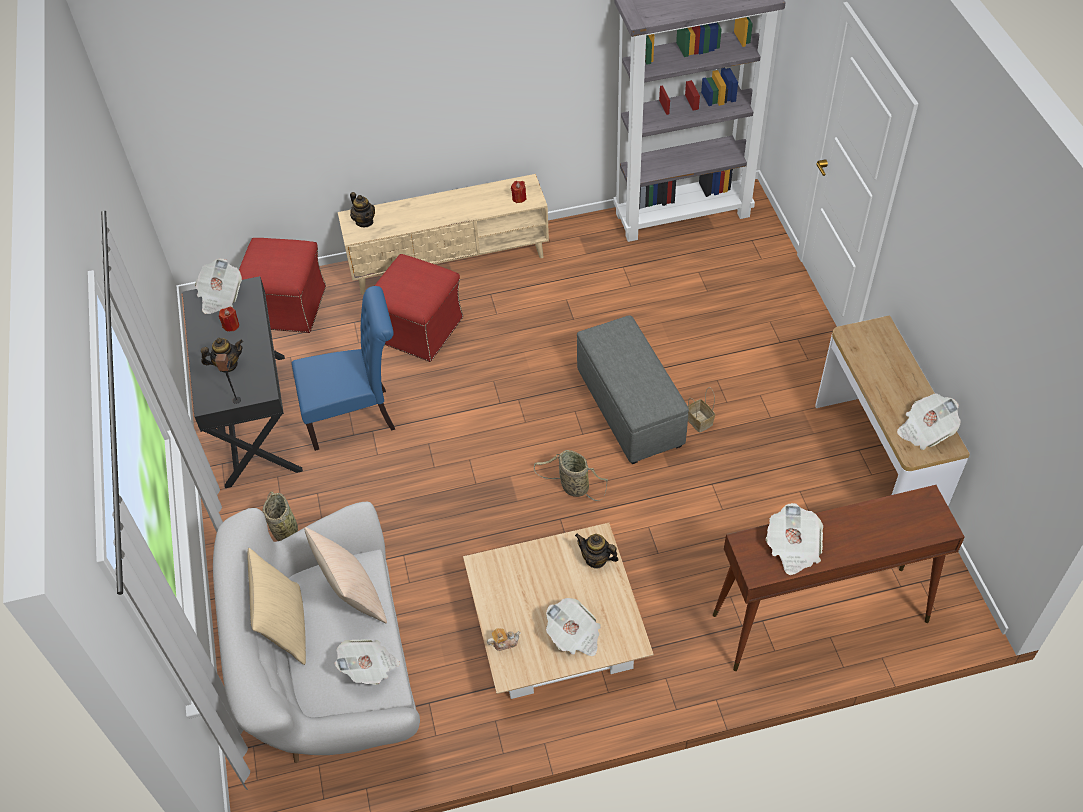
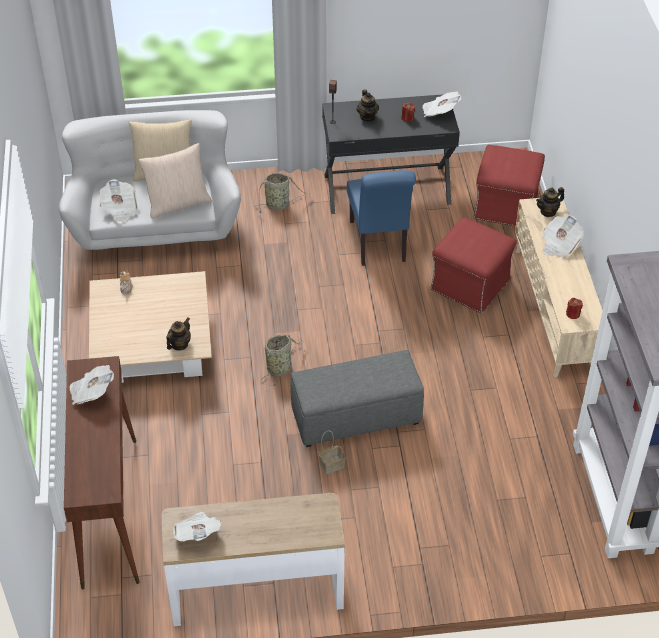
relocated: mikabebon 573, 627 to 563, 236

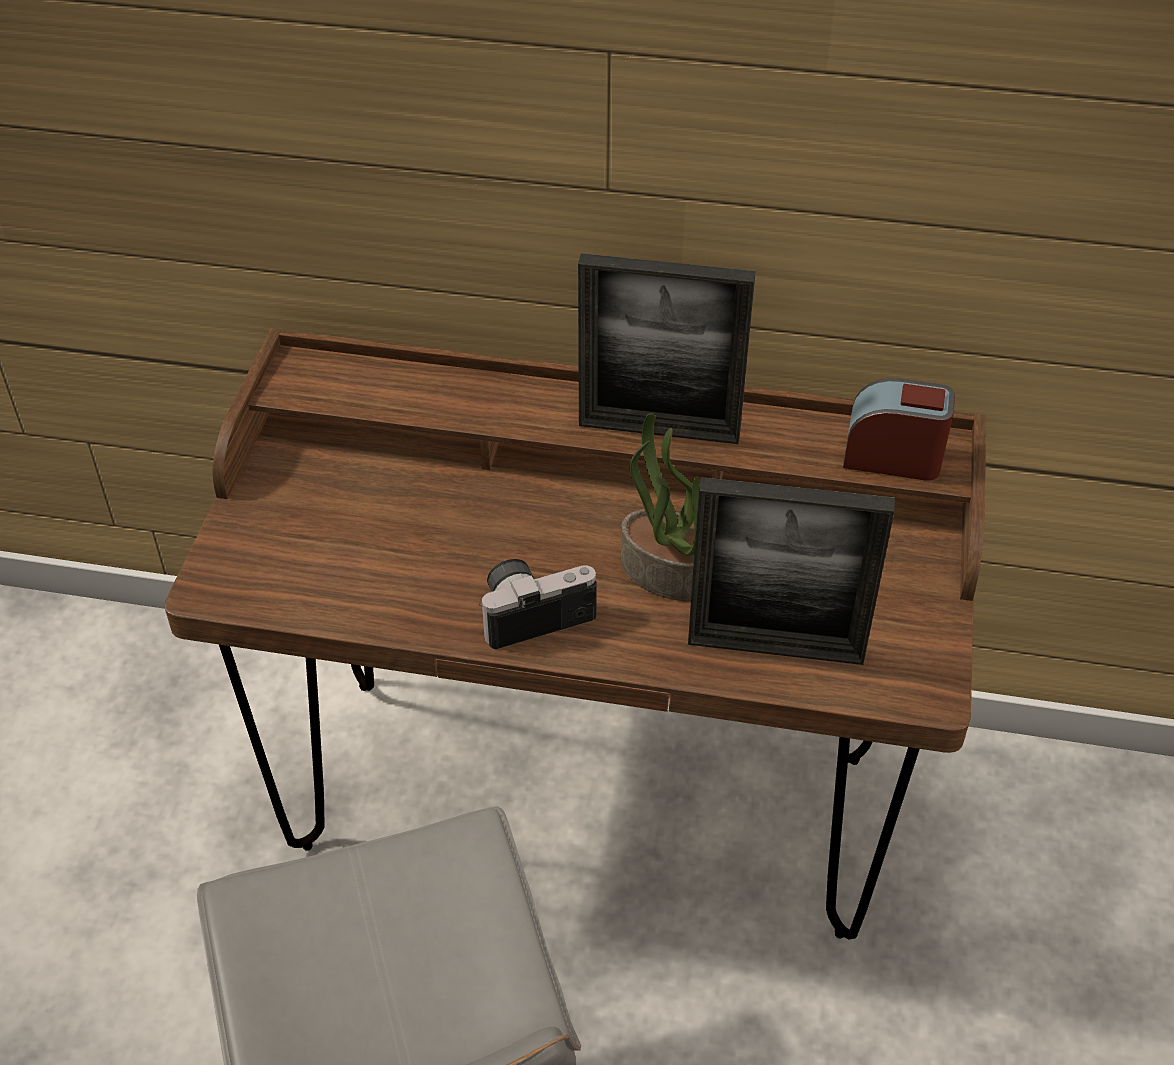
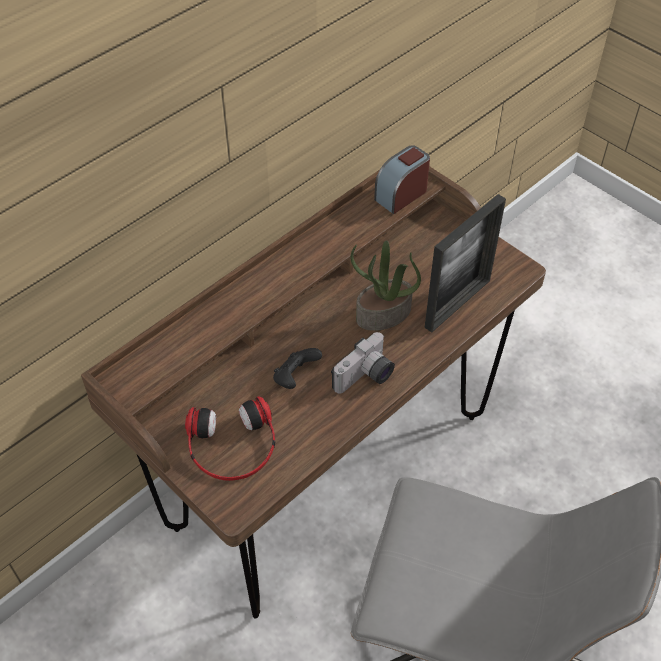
missing: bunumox 667, 348
appeared: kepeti 230, 438; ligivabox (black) 297, 368
spun: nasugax 538, 604 = 363, 363 150 degrees counterclockwise

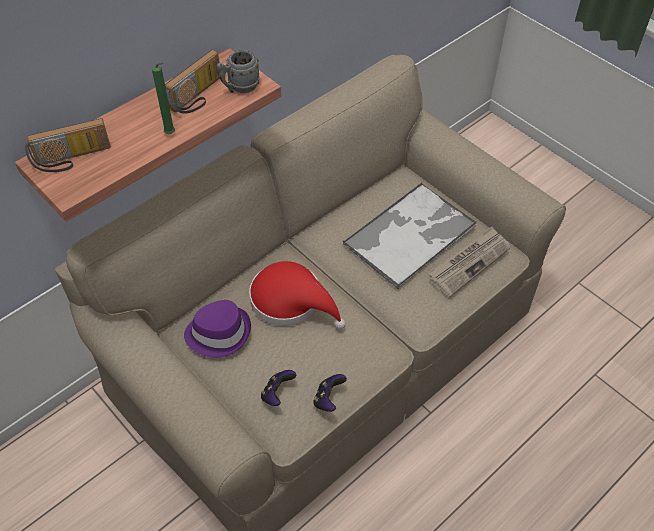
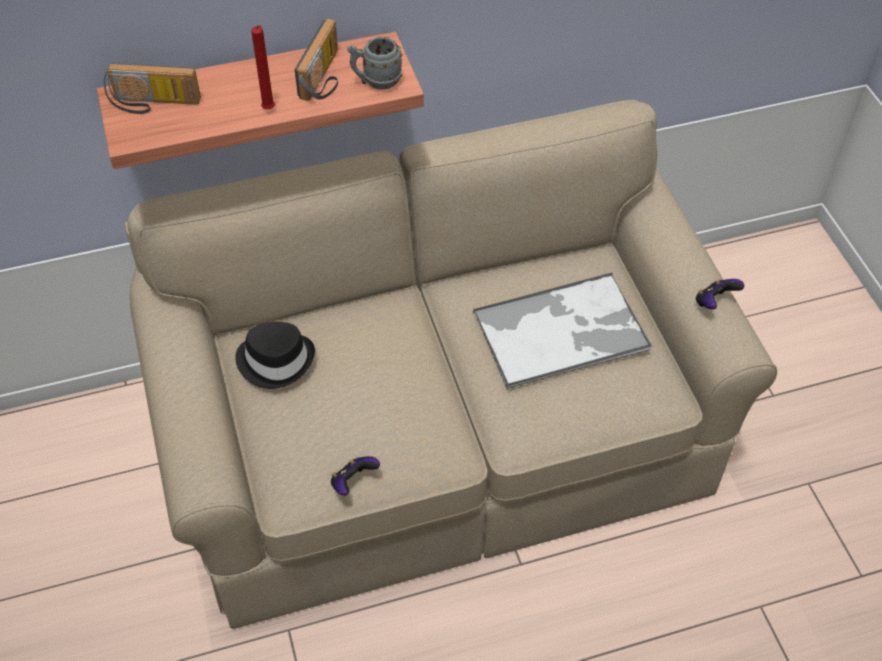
missing: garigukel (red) 297, 295; mikabebon 469, 261
relocated: ligivabox 278, 388 to 720, 294
colour: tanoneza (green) 163, 98 to tanoneza (red) 263, 67; garigukel (purple) 217, 329 to garigukel (black) 275, 355
spun: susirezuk 192, 82 = 316, 59 45 degrees counterclockwise

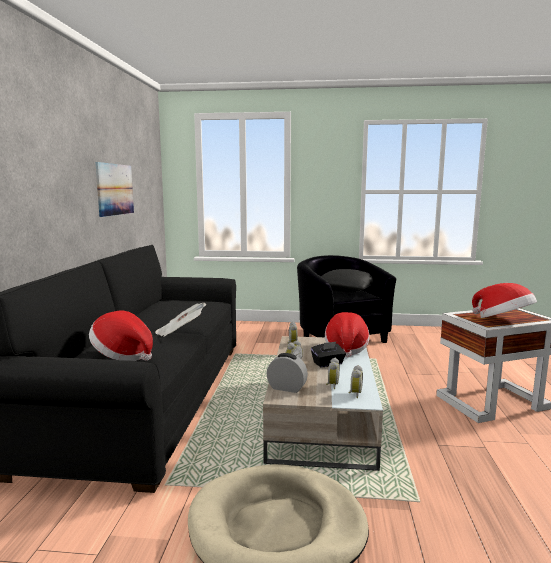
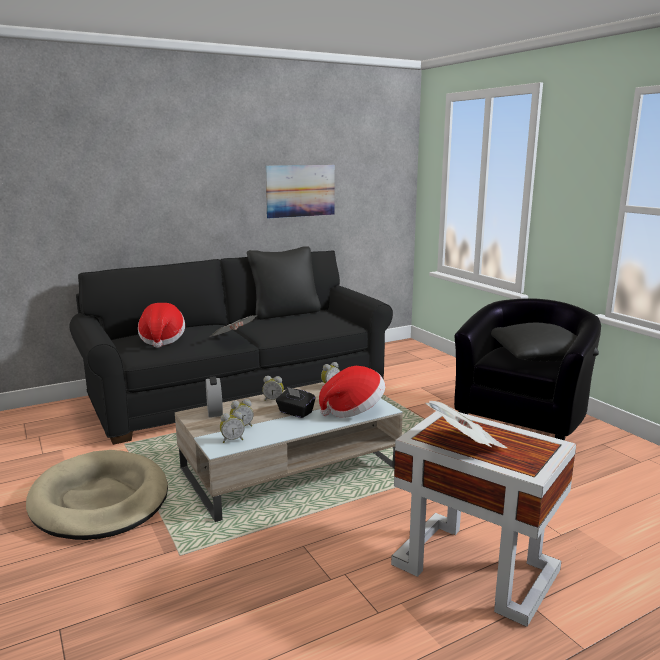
appeared: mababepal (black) 284, 283
exchanged: garigukel 504, 300 to mikabebon 466, 424

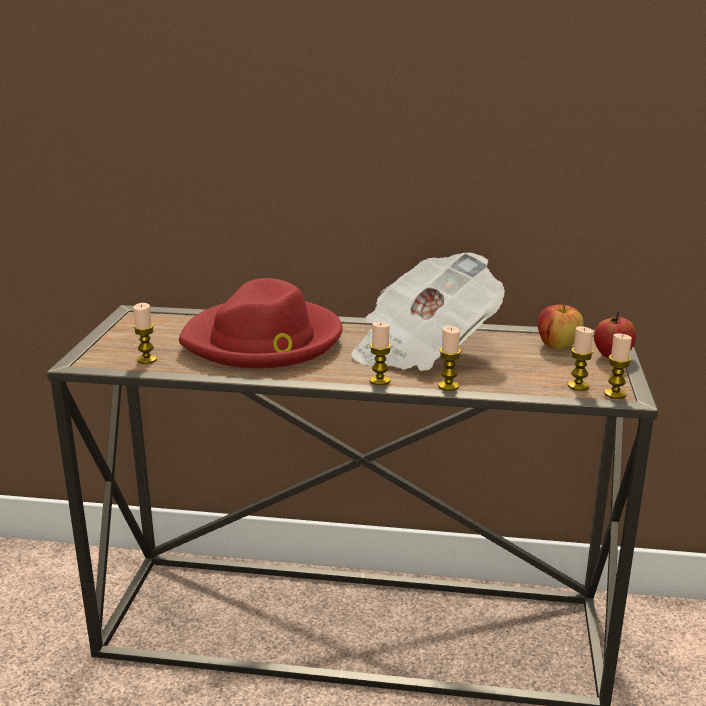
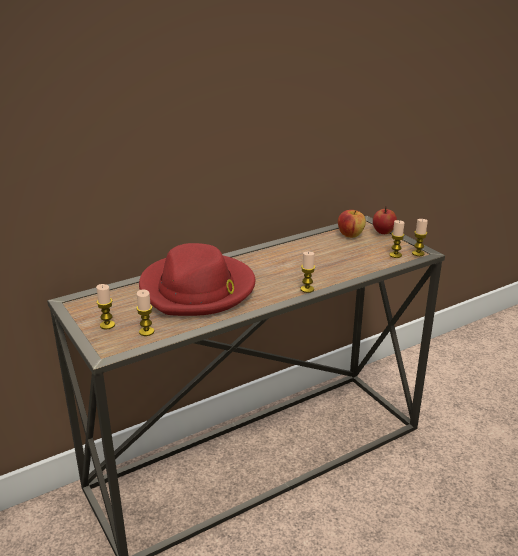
missing: mikabebon 428, 312
relocated: tanoneza 449, 358 to 105, 307

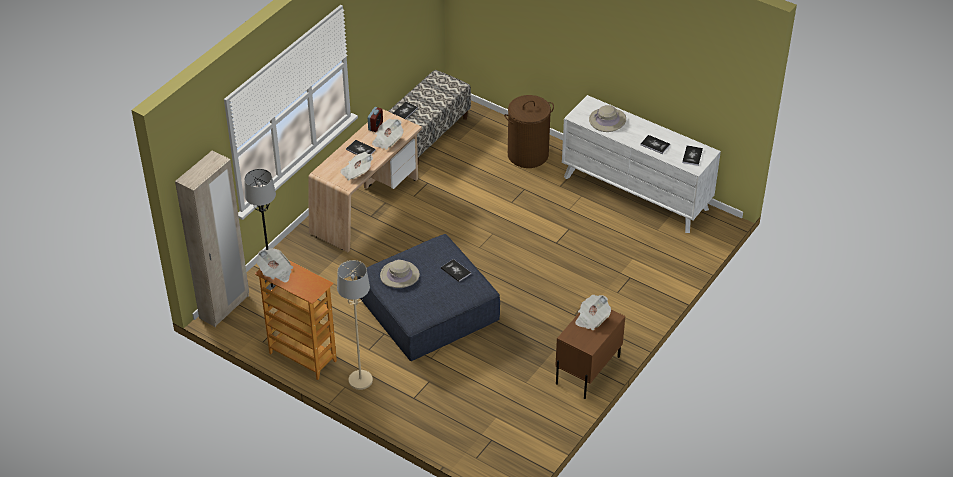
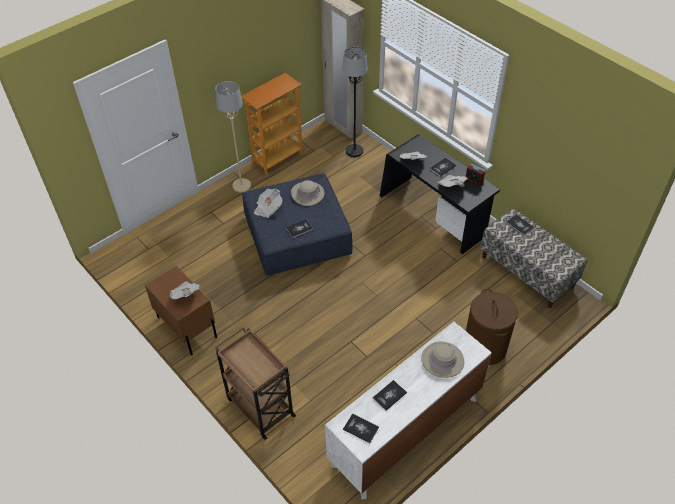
appeared: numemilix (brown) 255, 383
relocated: mikabebon 275, 265 to 268, 203
colour: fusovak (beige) 365, 180 to fusovak (black) 440, 194

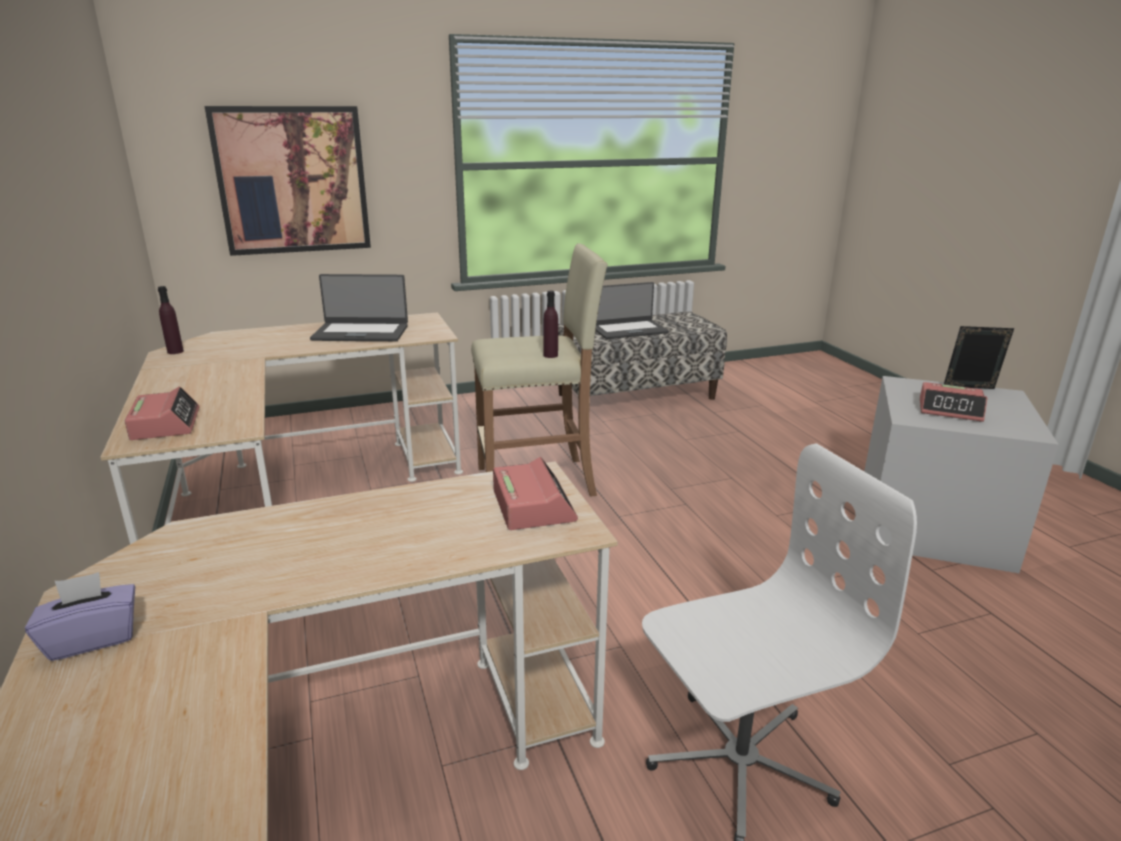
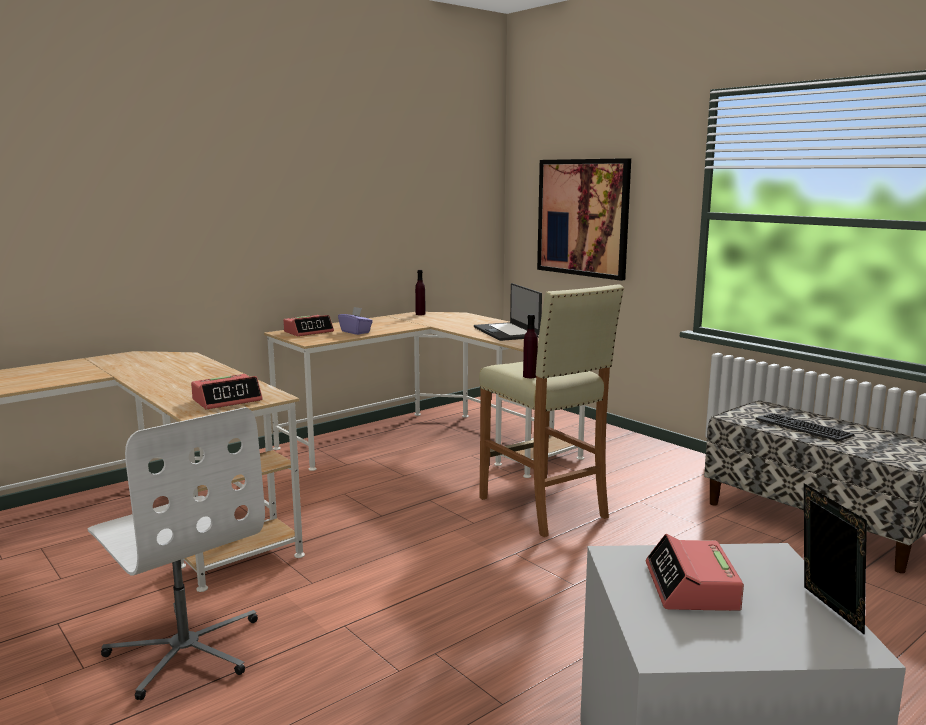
relocated: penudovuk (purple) 80, 616 to 355, 321
exchanged: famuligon 632, 310 to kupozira 804, 427

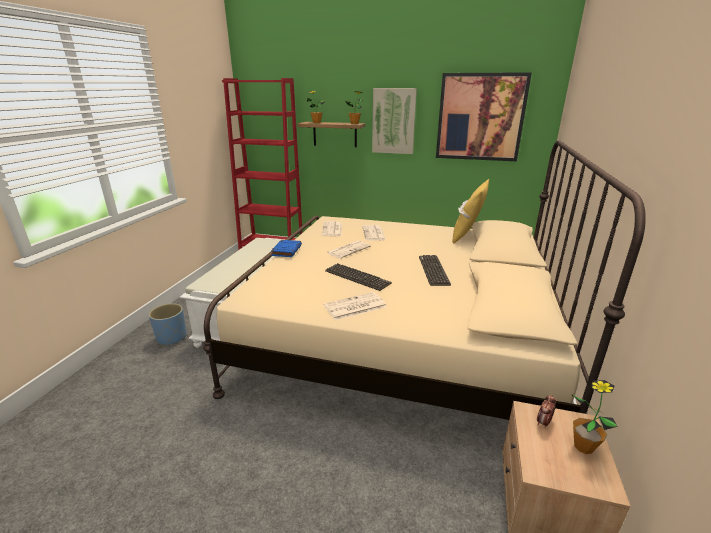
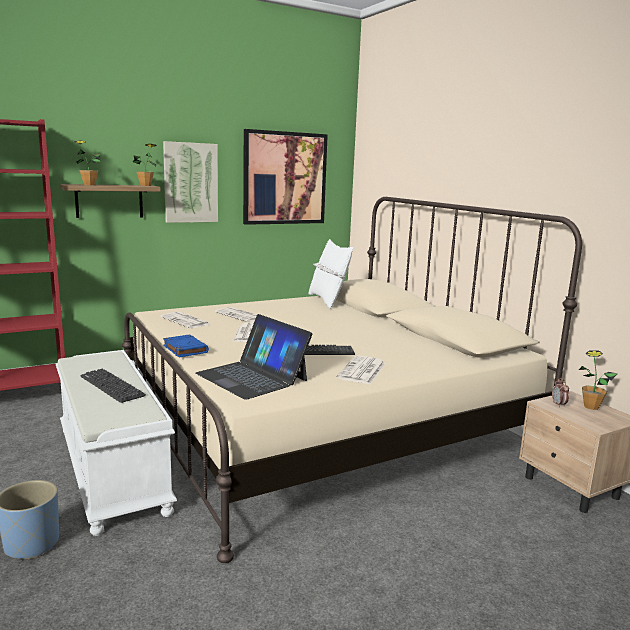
appeared: famuligon 253, 357
relocated: kupozira 435, 270 to 113, 386
colour: mababepal (yellow) 470, 211 to mababepal (white) 331, 274

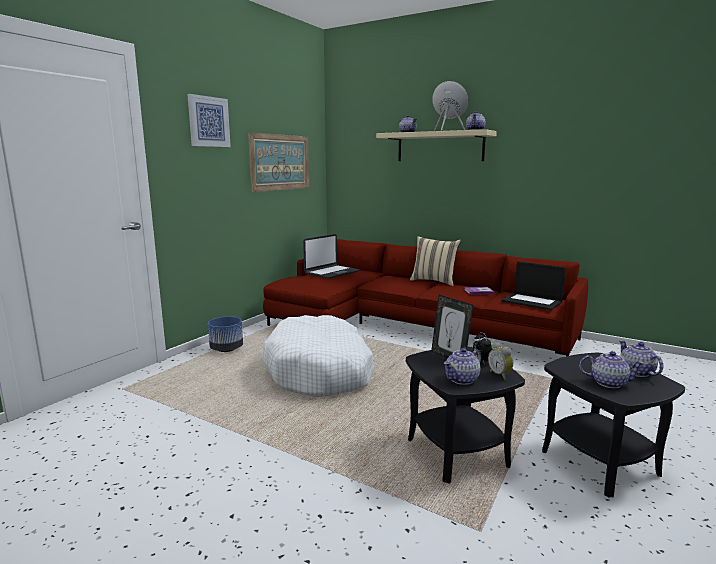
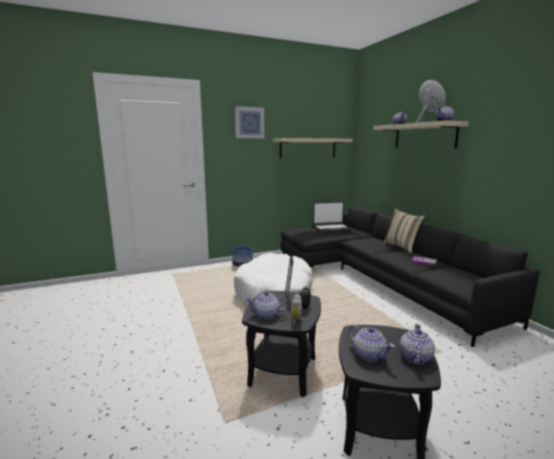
missing: famuligon 533, 285
exchanged: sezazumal 278, 162 to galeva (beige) 313, 148
colour: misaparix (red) 425, 297 to misaparix (black) 410, 276

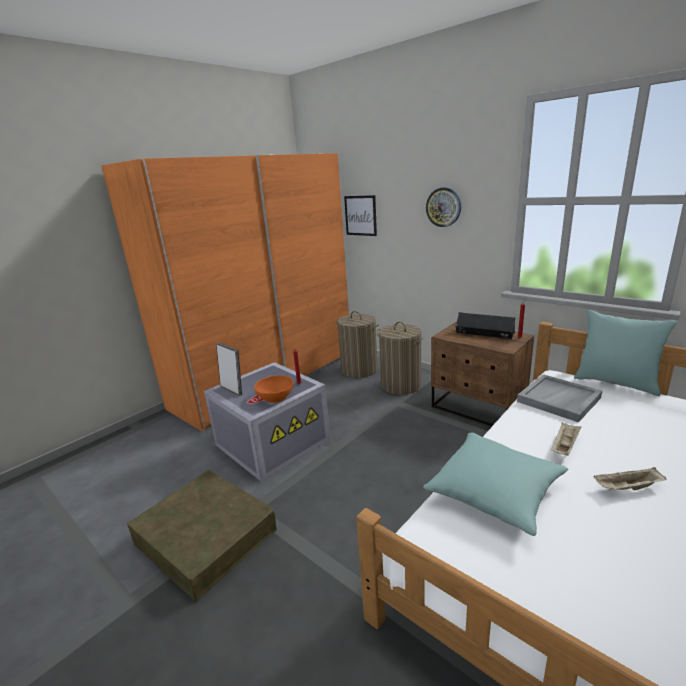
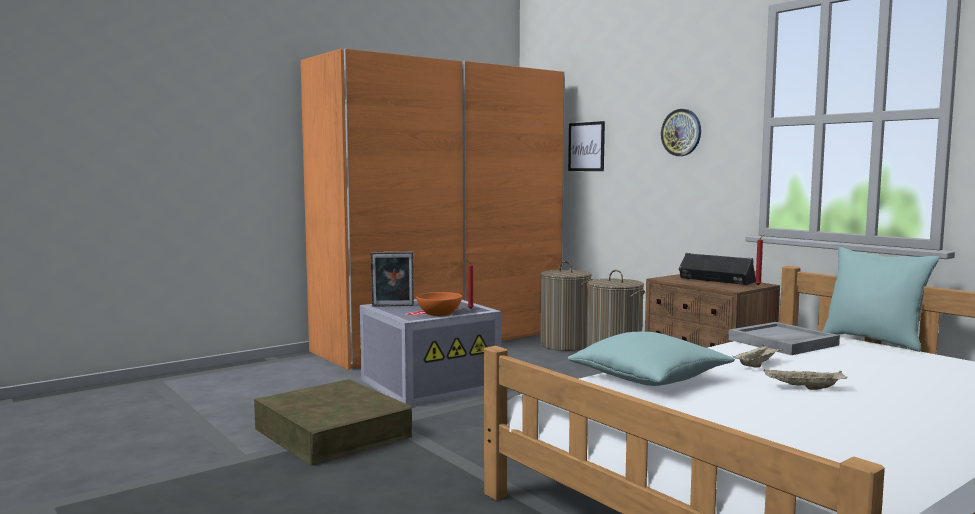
spun: bunumox 229, 369 = 392, 279 120 degrees clockwise

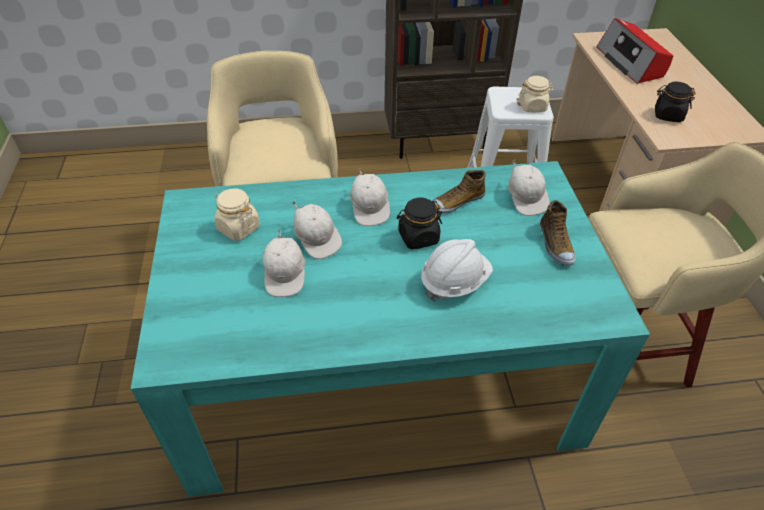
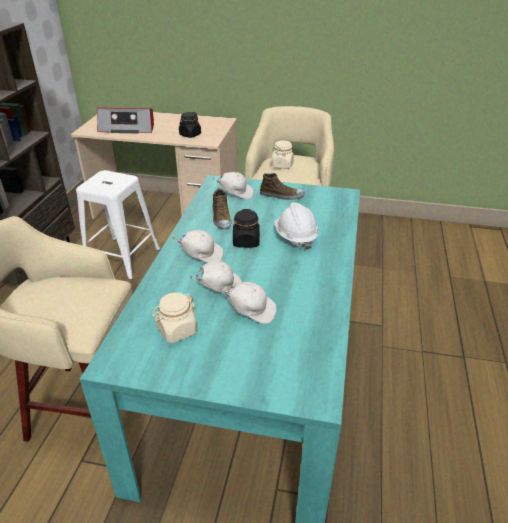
relocated: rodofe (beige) 536, 94 to 282, 154

